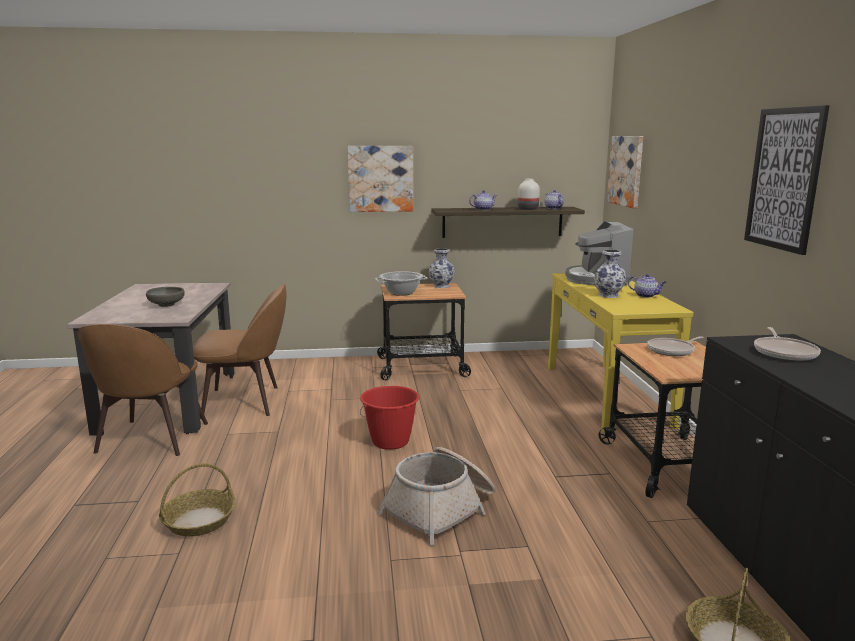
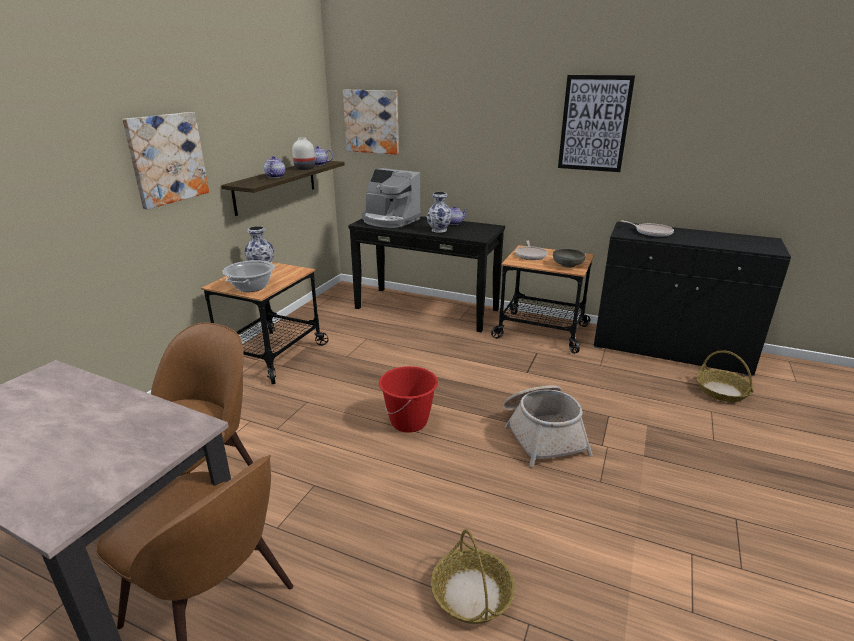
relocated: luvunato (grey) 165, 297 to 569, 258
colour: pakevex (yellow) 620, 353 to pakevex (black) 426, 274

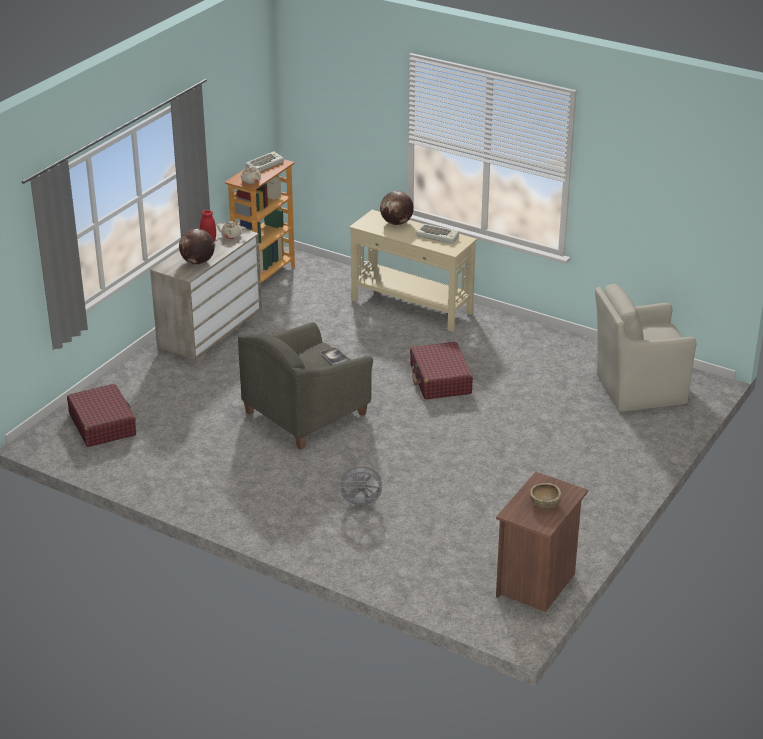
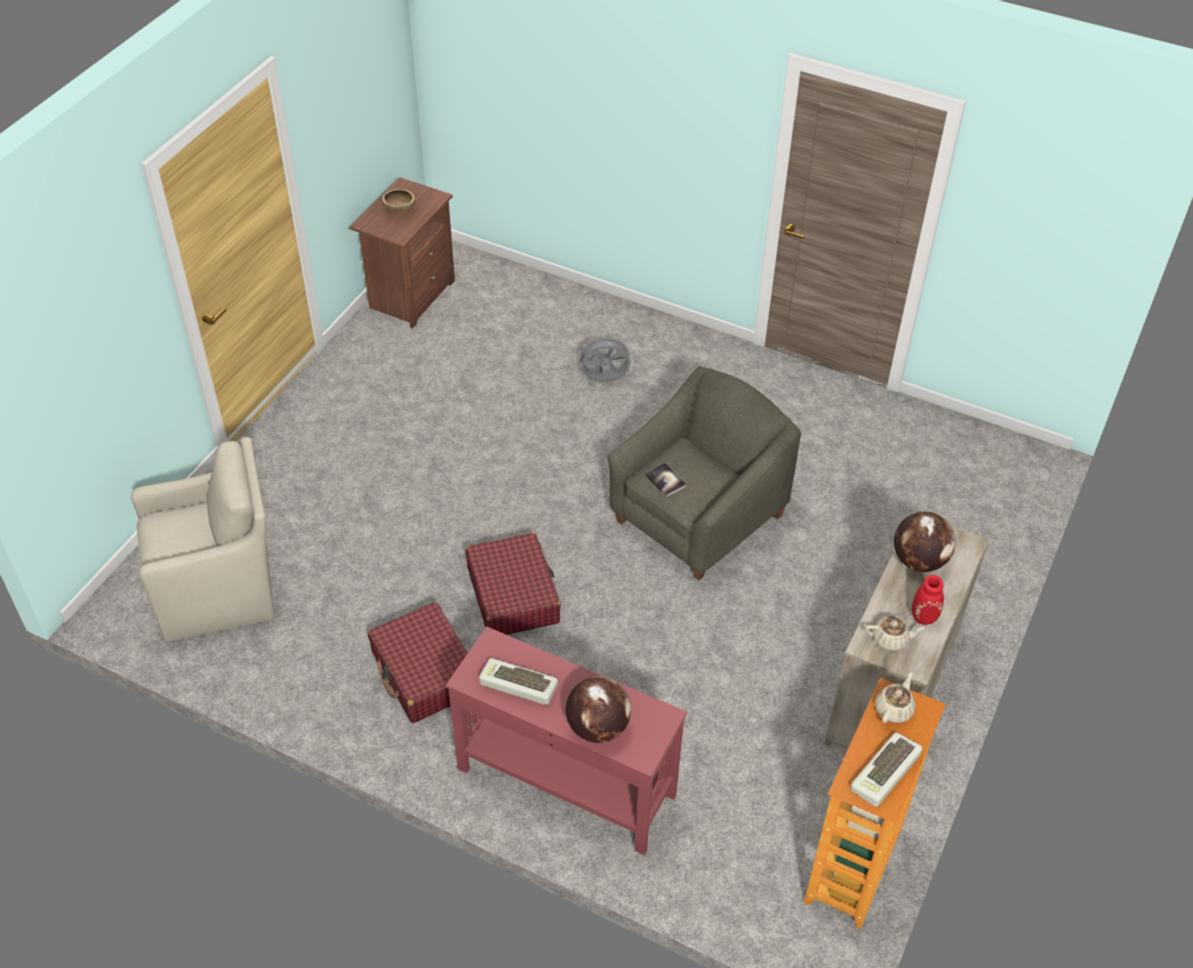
relocated: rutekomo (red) 101, 415 to 418, 662
colour: pakevex (beige) 413, 271 to pakevex (red) 566, 740

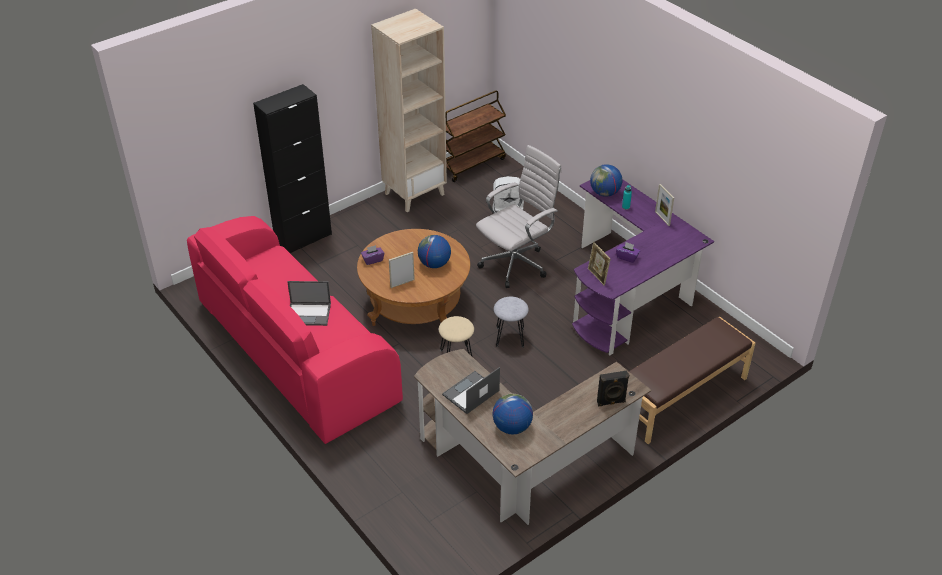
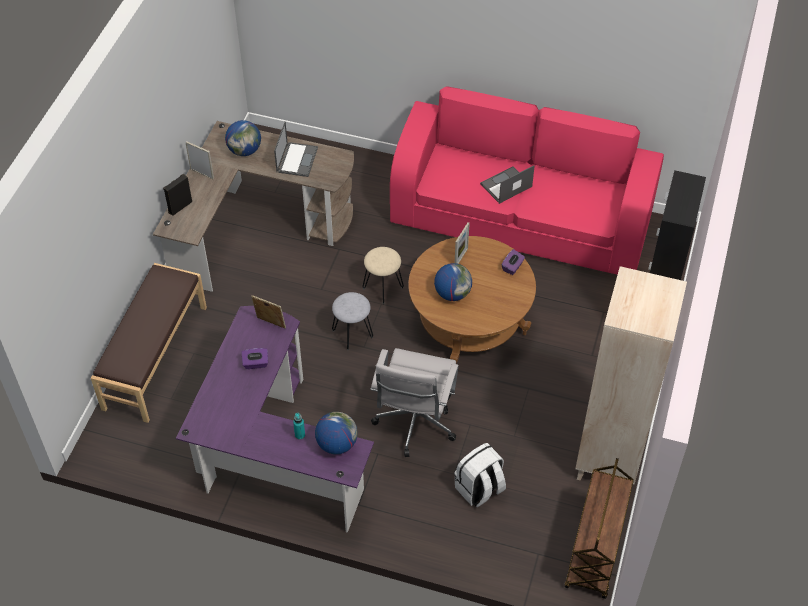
relocated: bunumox 664, 205 to 199, 160

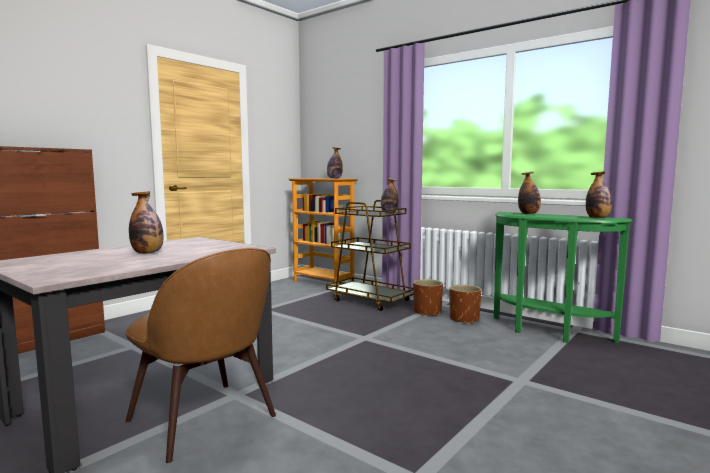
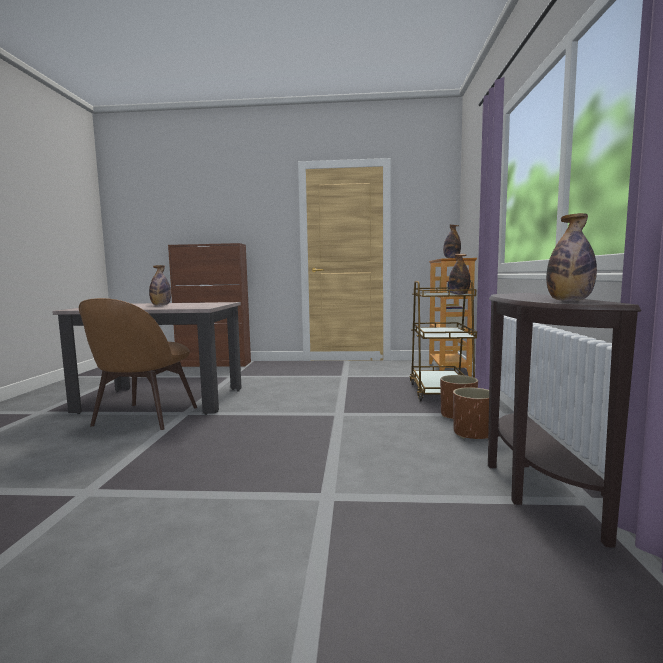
missing: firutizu 529, 193
colour: pakevex (green) 563, 277 to pakevex (brown) 564, 420

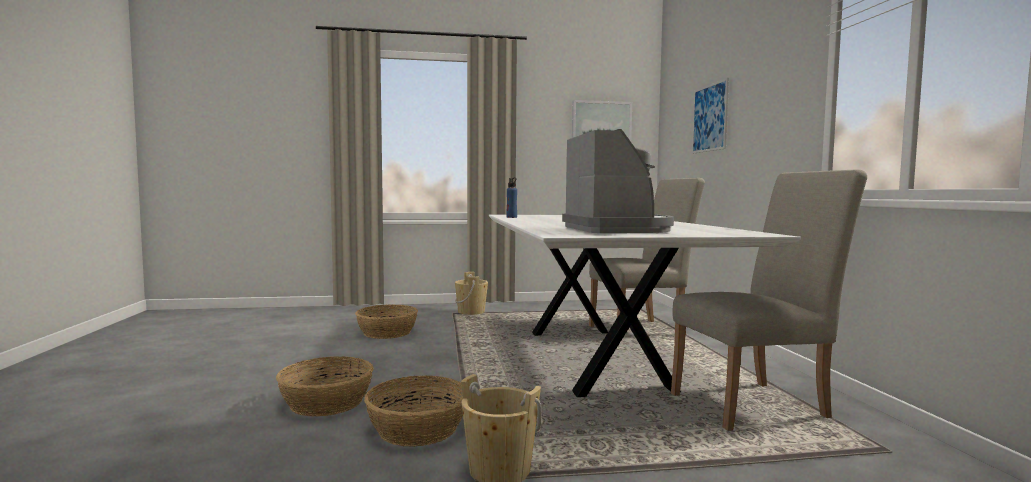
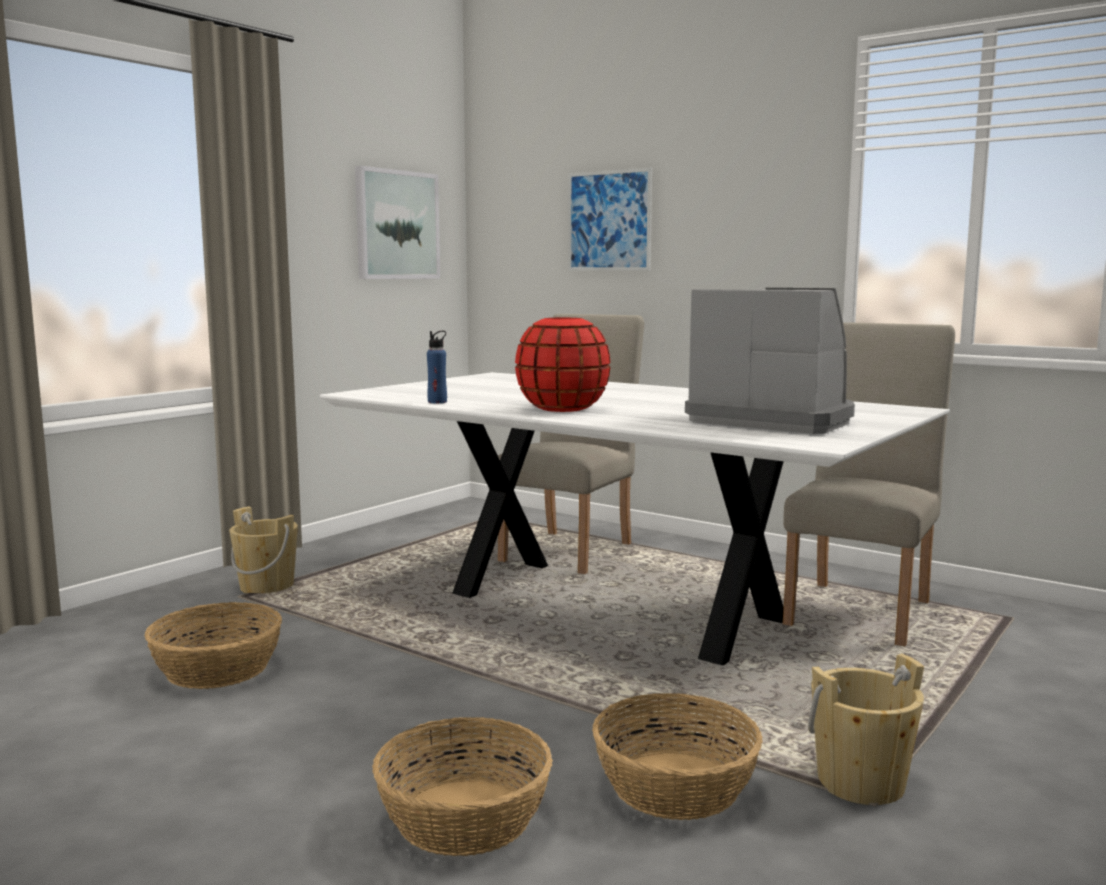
appeared: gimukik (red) 563, 364

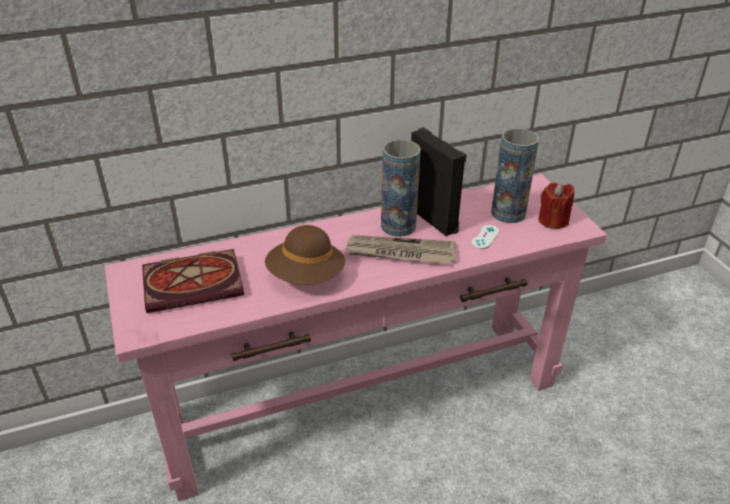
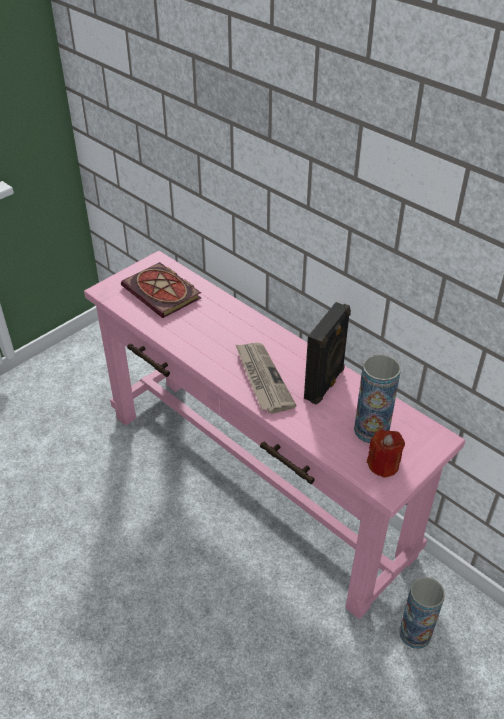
missing: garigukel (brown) 305, 255; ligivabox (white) 485, 237
relocated: gimukik 401, 188 to 422, 613

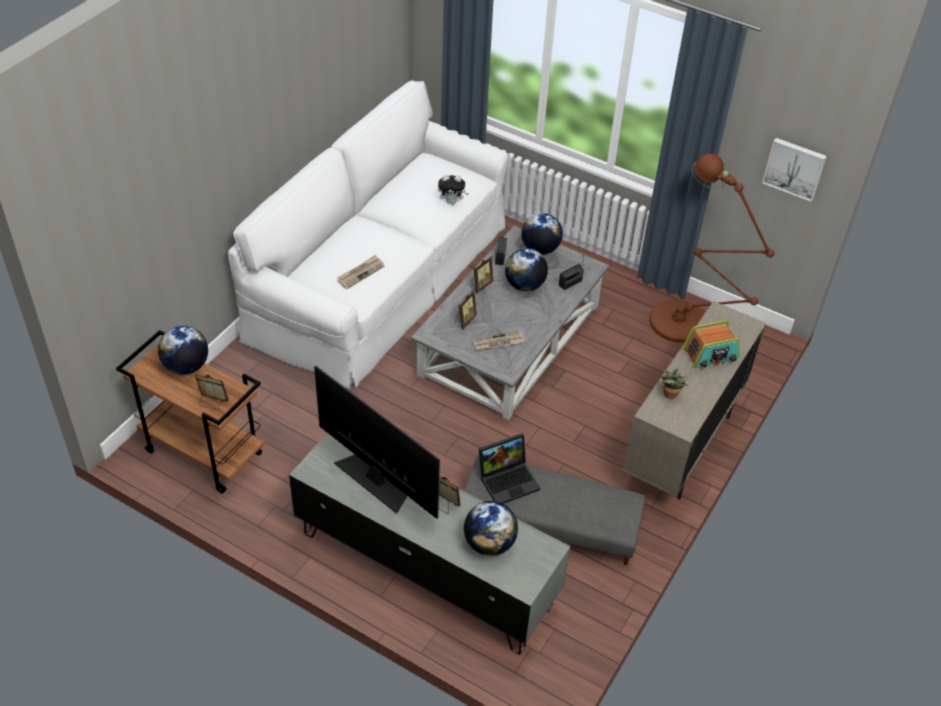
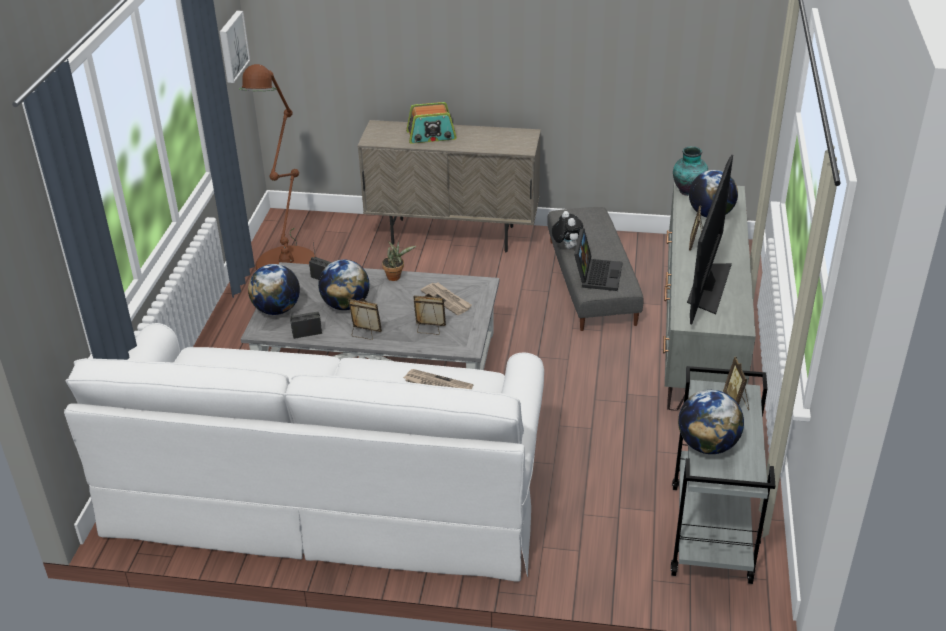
appeared: gimukik 690, 171
relocated: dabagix 453, 189 to 567, 230; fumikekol 676, 383 to 399, 261
colour: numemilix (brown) 190, 412 to numemilix (grey) 723, 475
spun: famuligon 509, 468 = 598, 259 60 degrees clockwise; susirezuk 711, 344 = 431, 123 120 degrees clockwise

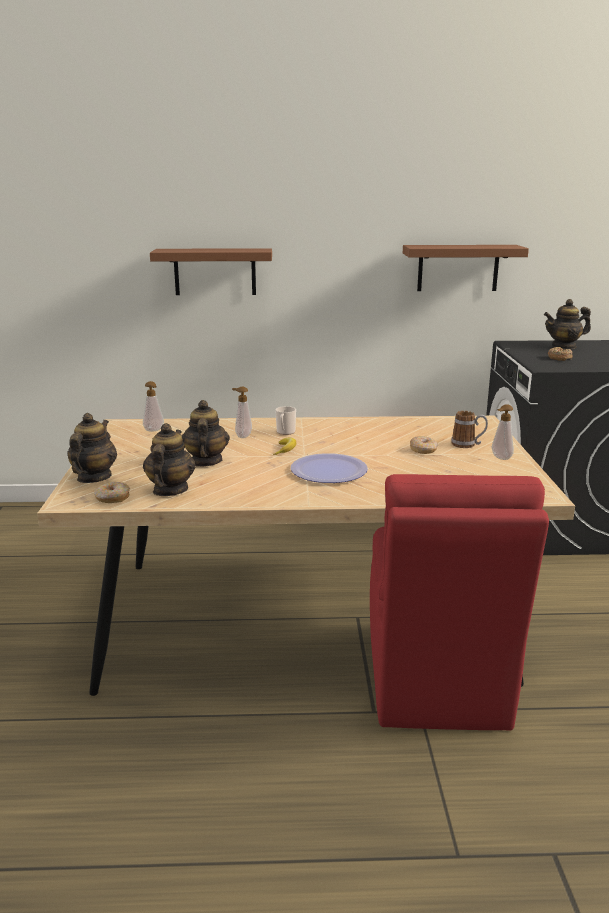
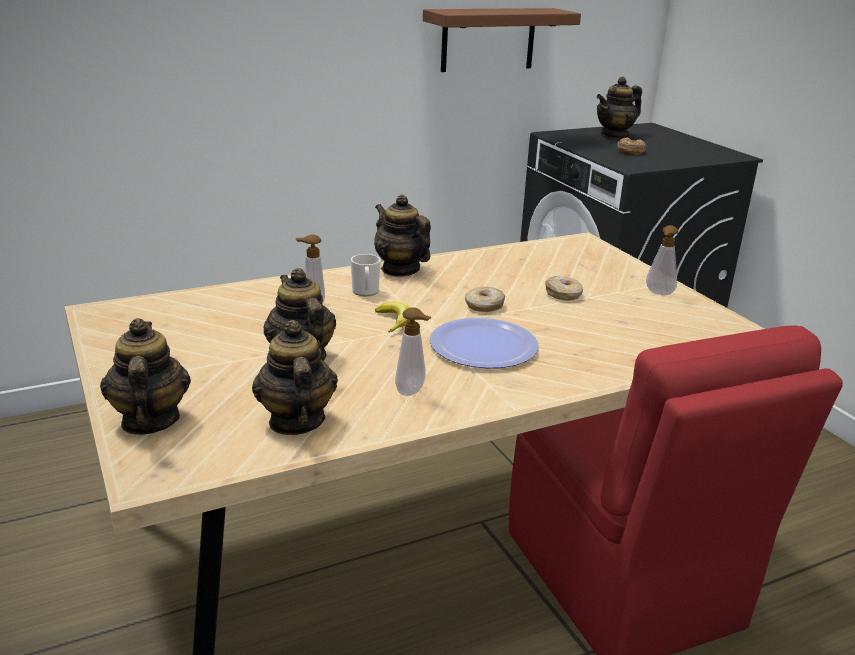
missing: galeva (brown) 211, 271; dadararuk 469, 429
appeared: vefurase 402, 235
relocated: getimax 112, 492 to 485, 299; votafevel 153, 406 to 413, 351

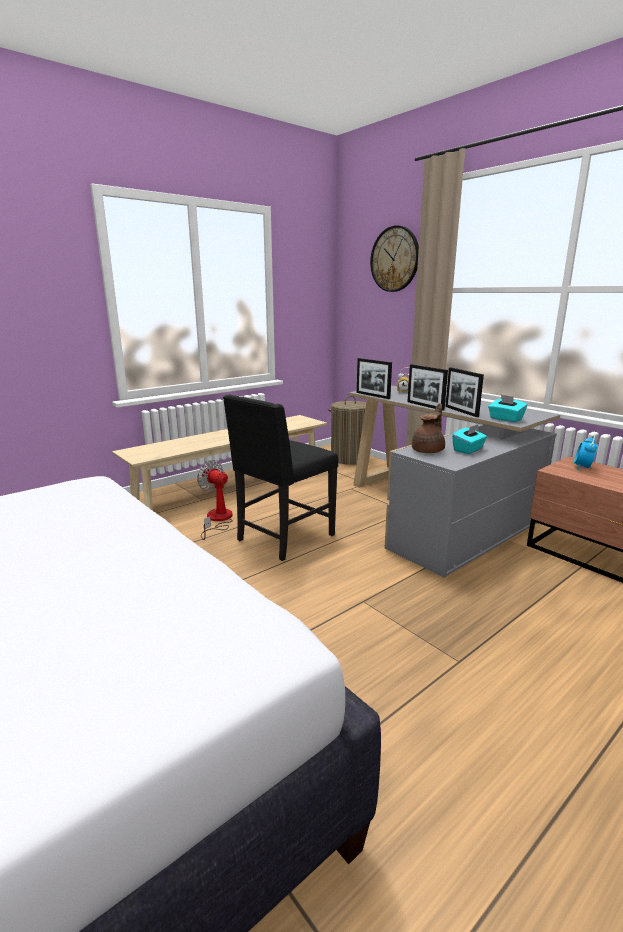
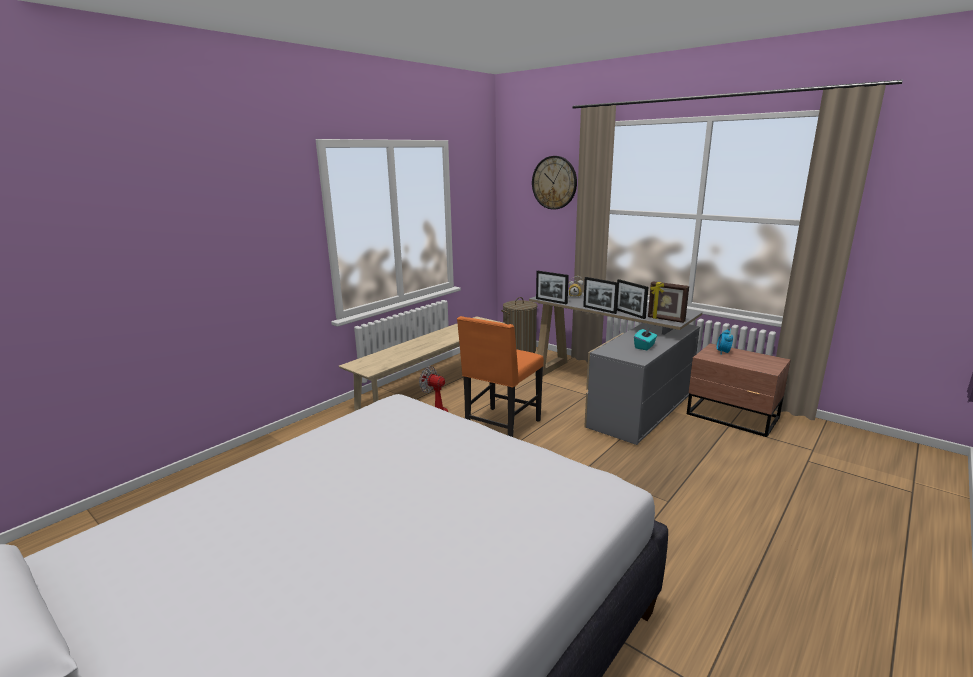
missing: vefurase (brown) 428, 428
exchanged: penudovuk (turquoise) 507, 408 to bunumox 668, 302
colour: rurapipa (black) 280, 477 to rurapipa (orange) 500, 376

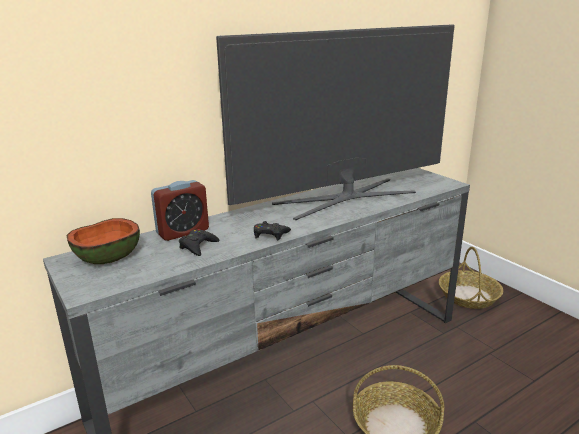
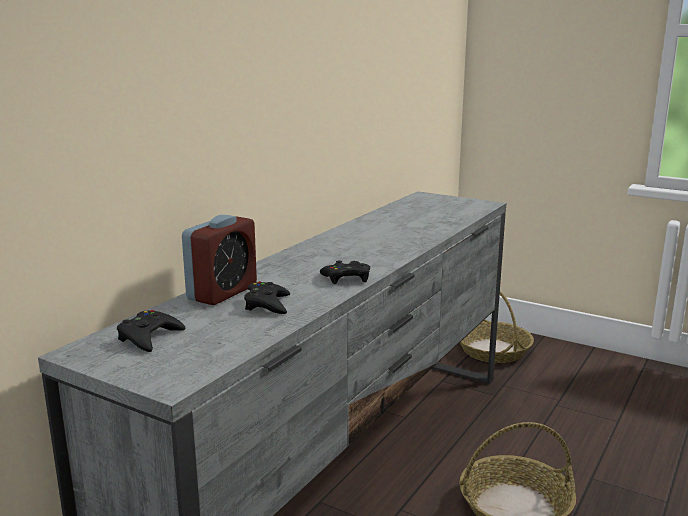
missing: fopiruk 335, 122
exchanged: luvunato 103, 241 to ligivabox (black) 151, 331

